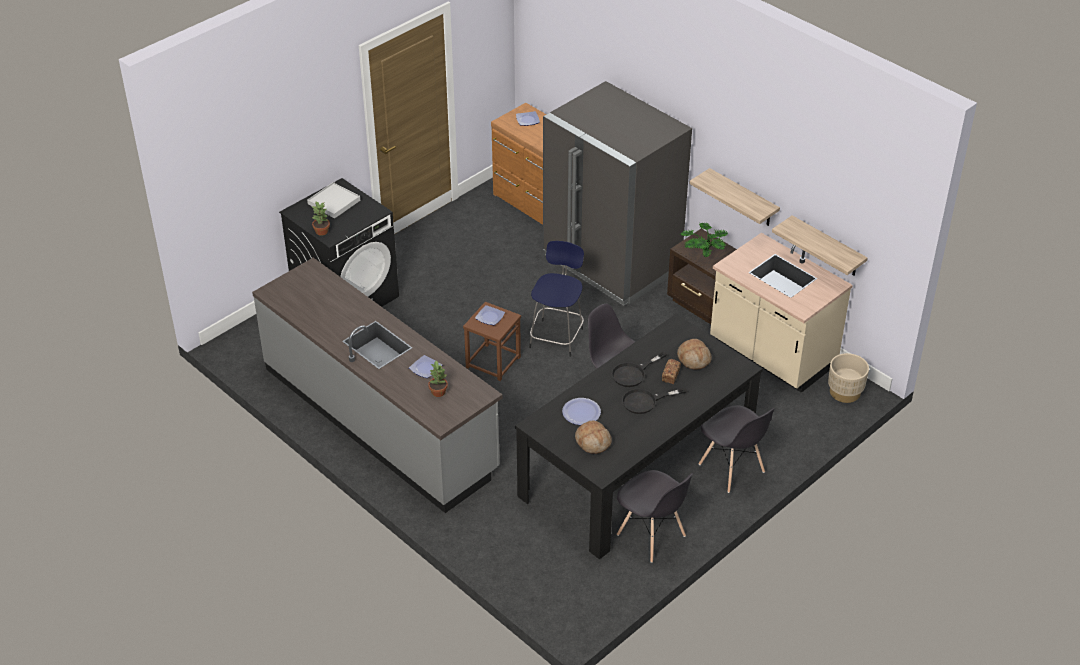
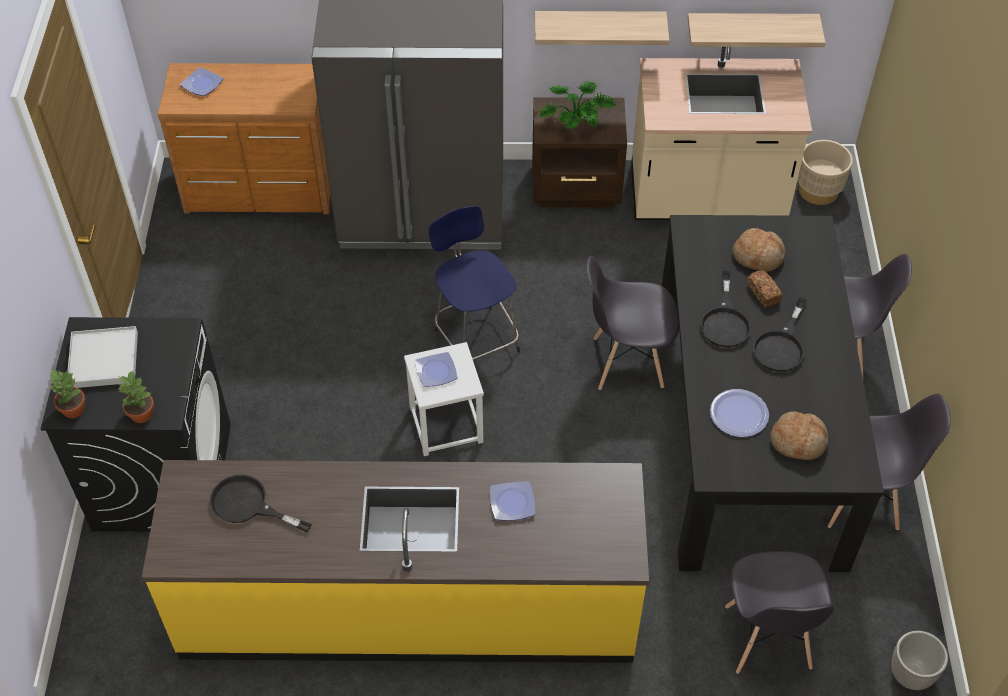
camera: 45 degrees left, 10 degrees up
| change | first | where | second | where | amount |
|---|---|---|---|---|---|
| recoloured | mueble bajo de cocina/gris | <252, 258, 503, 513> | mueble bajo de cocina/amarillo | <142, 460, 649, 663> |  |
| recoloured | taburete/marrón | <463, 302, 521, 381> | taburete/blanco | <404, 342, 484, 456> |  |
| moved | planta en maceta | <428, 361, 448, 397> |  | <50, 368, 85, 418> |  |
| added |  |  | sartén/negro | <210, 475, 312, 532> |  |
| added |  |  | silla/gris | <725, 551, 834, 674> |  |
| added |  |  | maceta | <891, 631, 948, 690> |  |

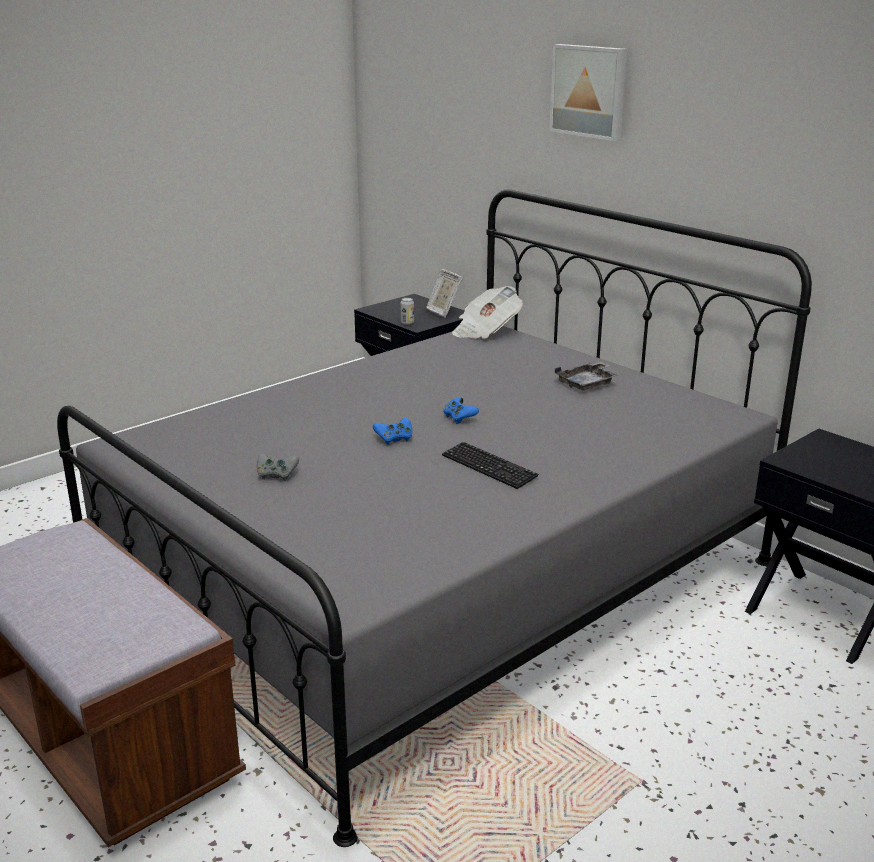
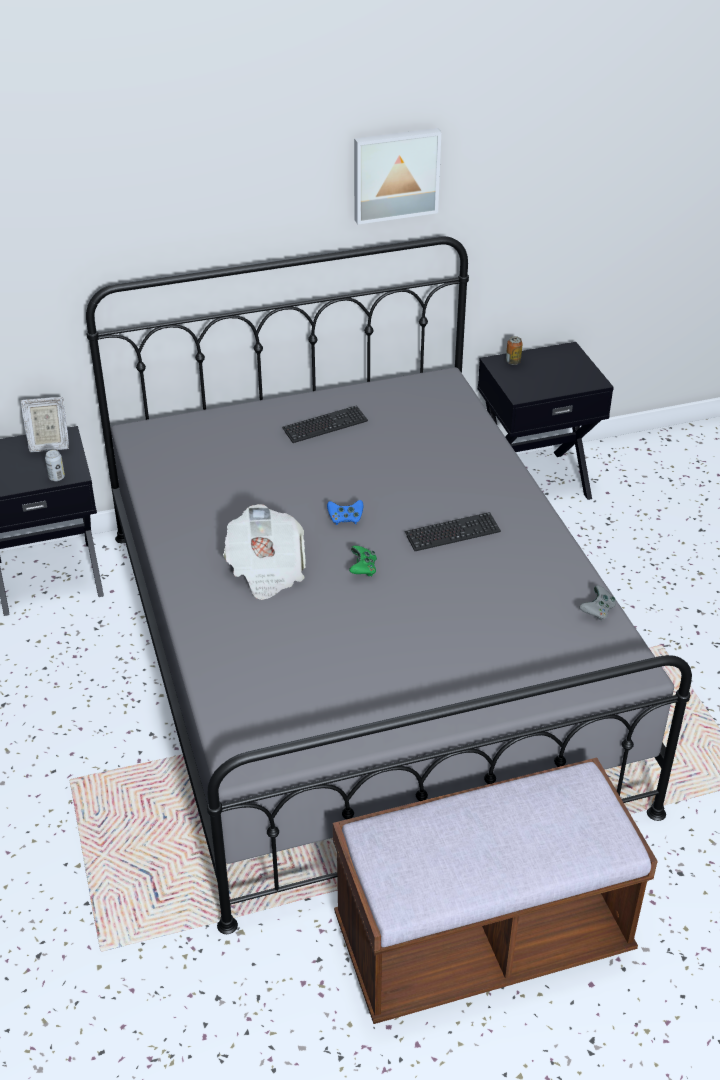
camera: 65 degrees left, 15 degrees up
| change | first | where | second | where | amount |
|---|---|---|---|---|---|
| moved | cuadro | <549, 44, 627, 141> |  | <354, 128, 441, 224> |  |
| moved | periódico | <452, 286, 523, 339> |  | <223, 504, 306, 600> |  |
| replaced | bandeja/gris | <555, 362, 619, 391> | teclado | <282, 405, 368, 443> |  |
| recoloured | mando de consola/azul | <373, 418, 412, 445> | mando de consola/verde | <349, 546, 377, 577> |  |
| moved | mando de consola/gris | <257, 454, 299, 481> |  | <579, 585, 616, 621> |  |
| added |  |  | lata | <506, 336, 523, 365> |  |

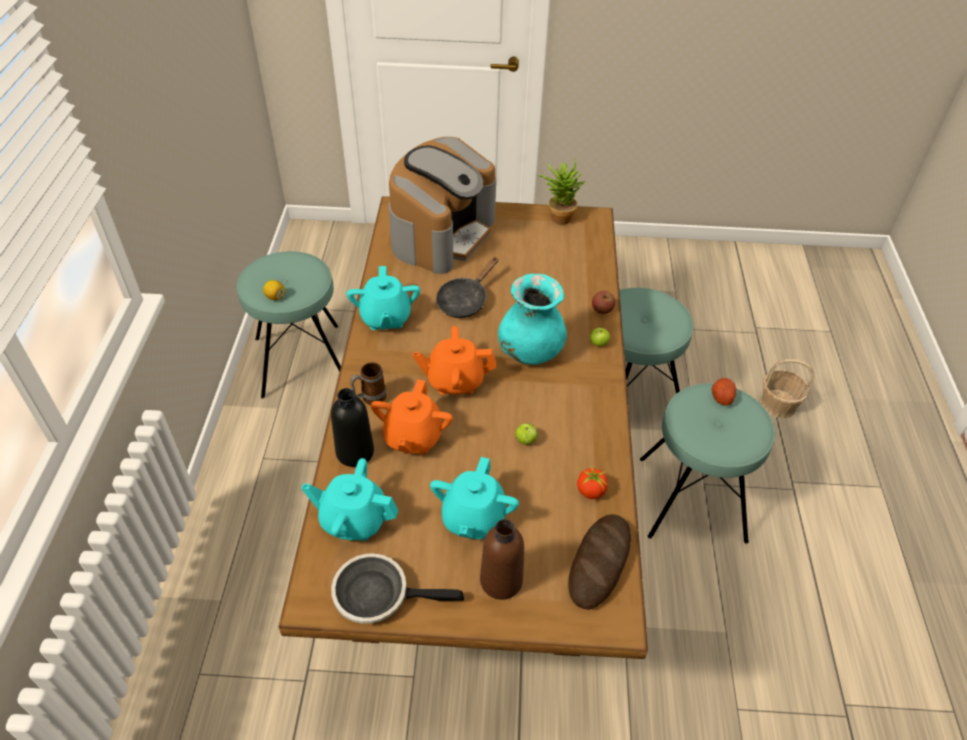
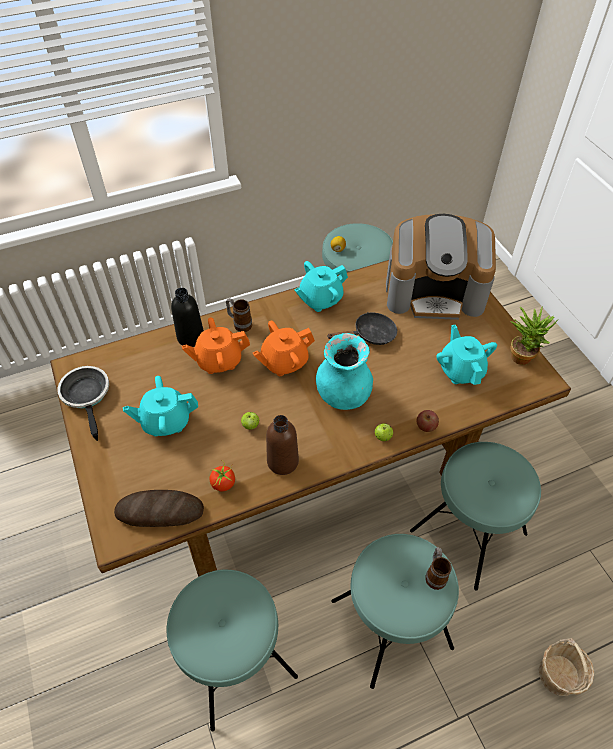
camera: 65 degrees right, 5 degrees up
| change | first | where | second | where | amount |
|---|---|---|---|---|---|
| turned | sartén/negro | <436, 257, 498, 318> |  | <328, 312, 397, 345> | 150 degrees clockwise |
| turned | tetera/naranja | <413, 326, 496, 395> |  | <253, 320, 315, 376> | 90 degrees counterclockwise |
| replaced | patata | <711, 378, 737, 406> | taza grande | <425, 547, 451, 590> |  |
| moved | tetera/turquesa | <301, 458, 399, 541> |  | <436, 325, 497, 385> |  |
| moved | botella/marrón | <480, 519, 524, 600> |  | <266, 415, 299, 475> |  |
| added |  |  | taburete/turquesa | <167, 569, 298, 731> |  |

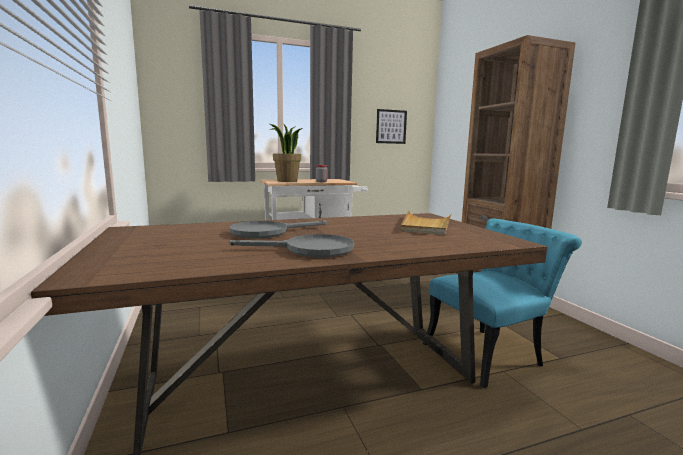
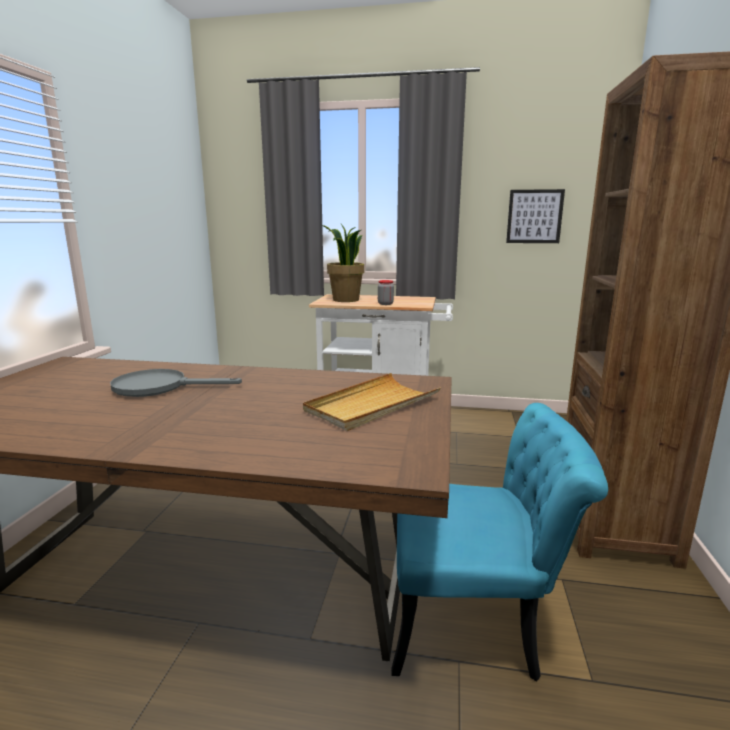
camera: 30 degrees right, 5 degrees up
| change | first | where | second | where | amount |
|---|---|---|---|---|---|
| removed | sartén/gris | <229, 234, 354, 258> |  |  |  |

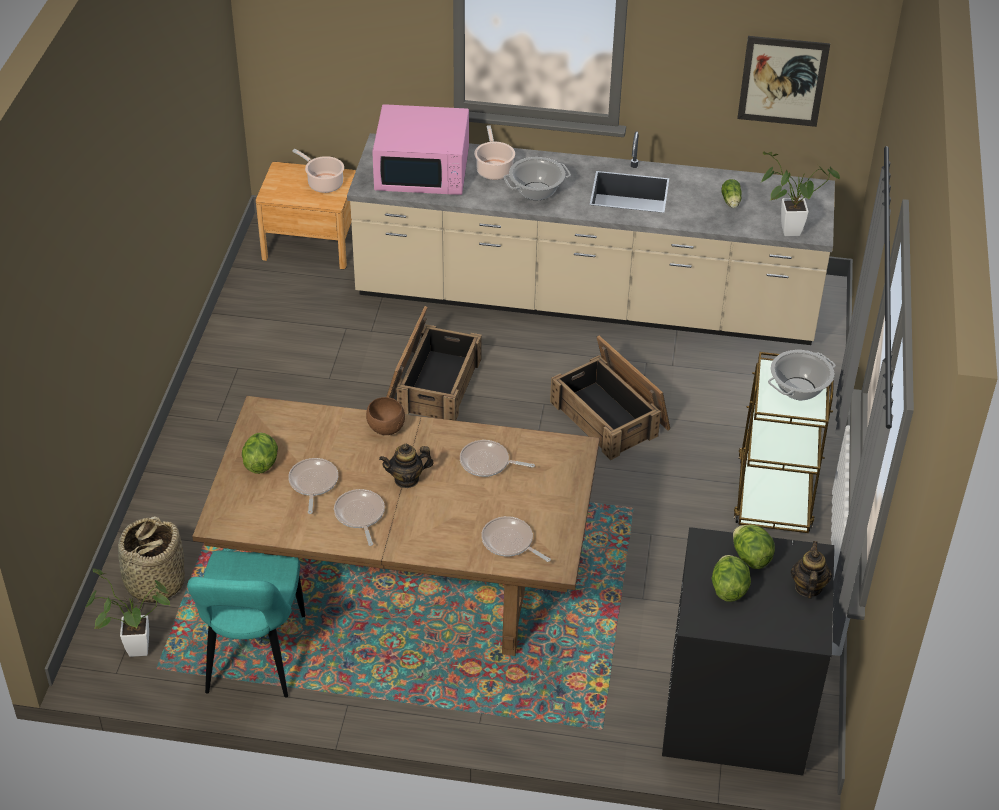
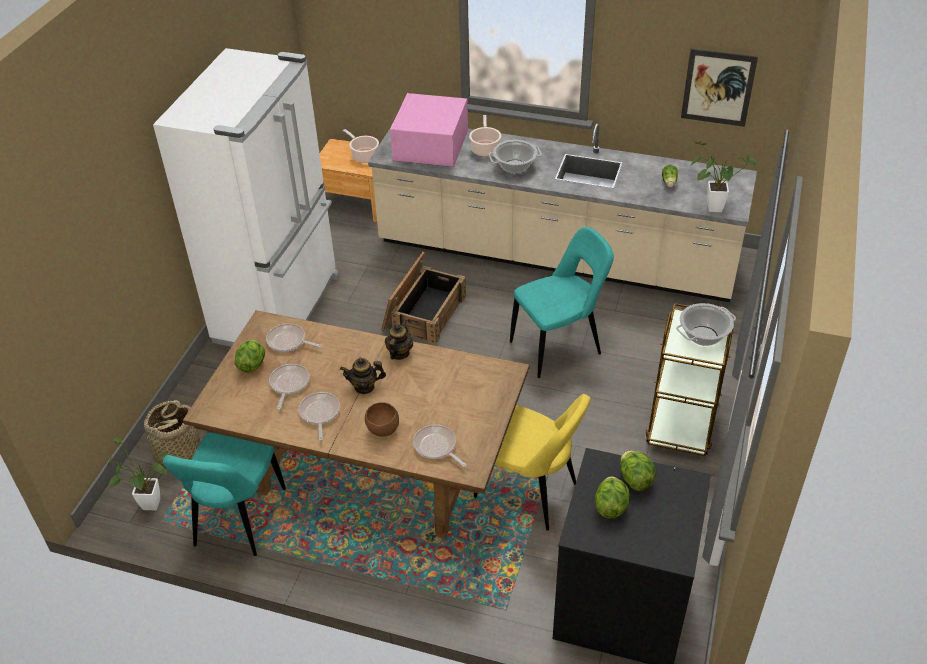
camera: 10 degrees right, 0 degrees up
| change | first | where | second | where | amount |
|---|---|---|---|---|---|
| turned | microondas/rosa | <372, 104, 469, 195> |  | <390, 93, 468, 167> | 90 degrees clockwise |
| replaced | caja de embalaje | <550, 335, 670, 460> | silla/turquesa | <510, 227, 614, 378> |  |
| moved | cuenco/marrón | <366, 397, 405, 435> |  | <365, 402, 399, 437> |  |
| moved | sartén | <460, 440, 535, 477> |  | <266, 323, 322, 352> |  |
| moved | tetera | <791, 541, 832, 599> |  | <385, 319, 413, 360> |  |
| added |  |  | nevera/blanco | <153, 48, 339, 347> |  |
| added |  |  | silla/amarillo | <474, 394, 591, 531> |  |

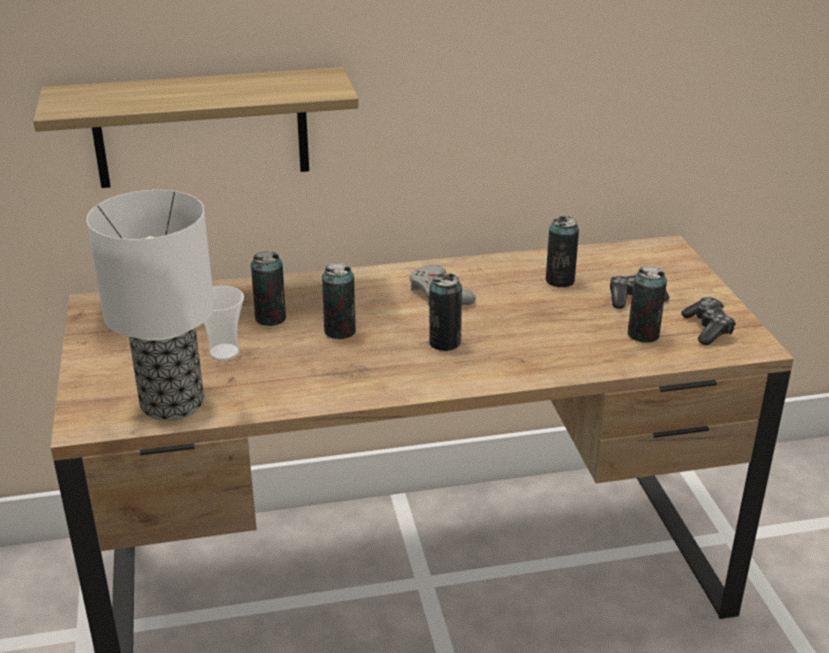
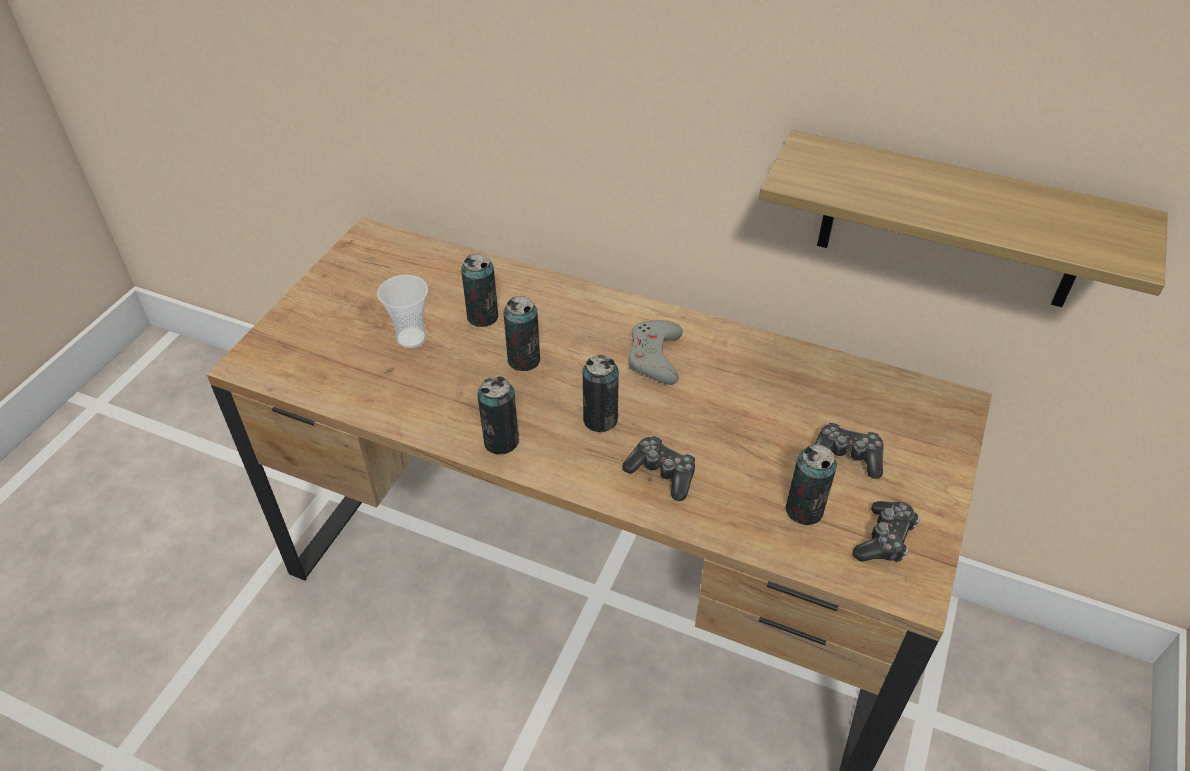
camera: 35 degrees right, 15 degrees up
| change | first | where | second | where | amount |
|---|---|---|---|---|---|
| moved | estante | <33, 67, 359, 188> |  | <759, 130, 1168, 307> |  |
| removed | lámpara de mesa | <87, 190, 215, 421> |  |  |  |
| moved | lata | <546, 216, 579, 287> |  | <477, 376, 519, 455> |  |
| added |  |  | mando de consola | <622, 436, 695, 501> |  |

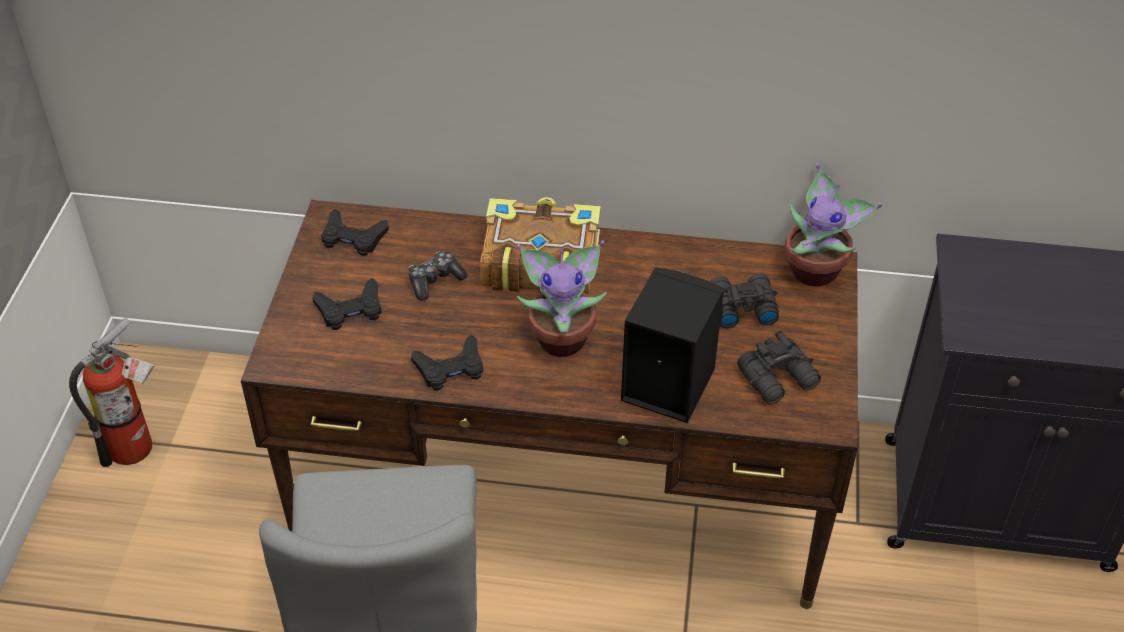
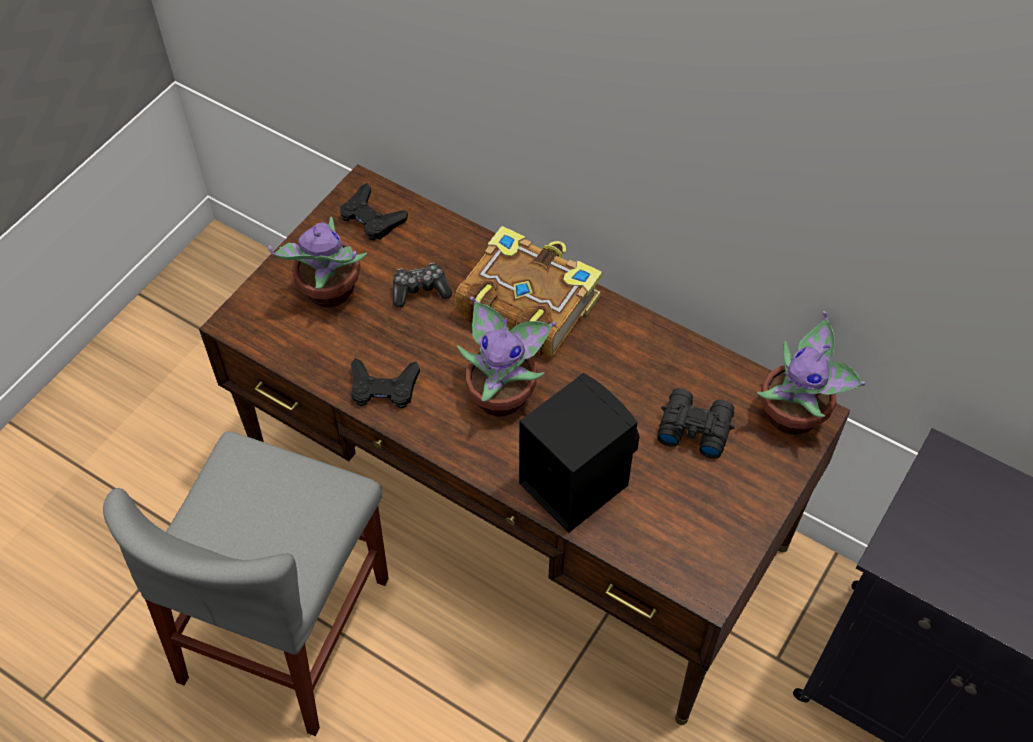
camera: 25 degrees right, 10 degrees up
| change | first | where | second | where | amount |
|---|---|---|---|---|---|
| replaced | mando de consola/negro | <312, 278, 382, 330> | planta en maceta | <268, 217, 367, 308> |  |
| removed | extintor | <69, 318, 154, 467> |  |  |  |
| removed | prismáticos/negro | <737, 330, 821, 404> |  |  |  |

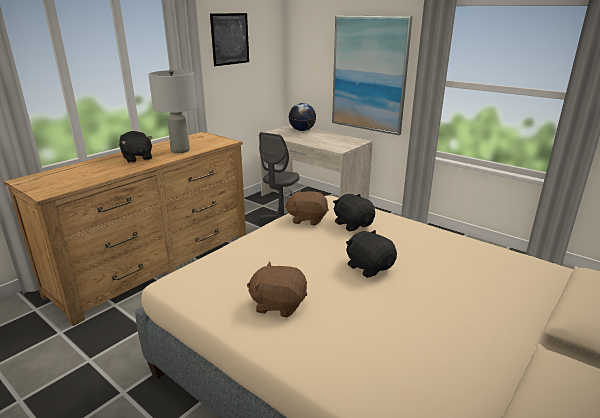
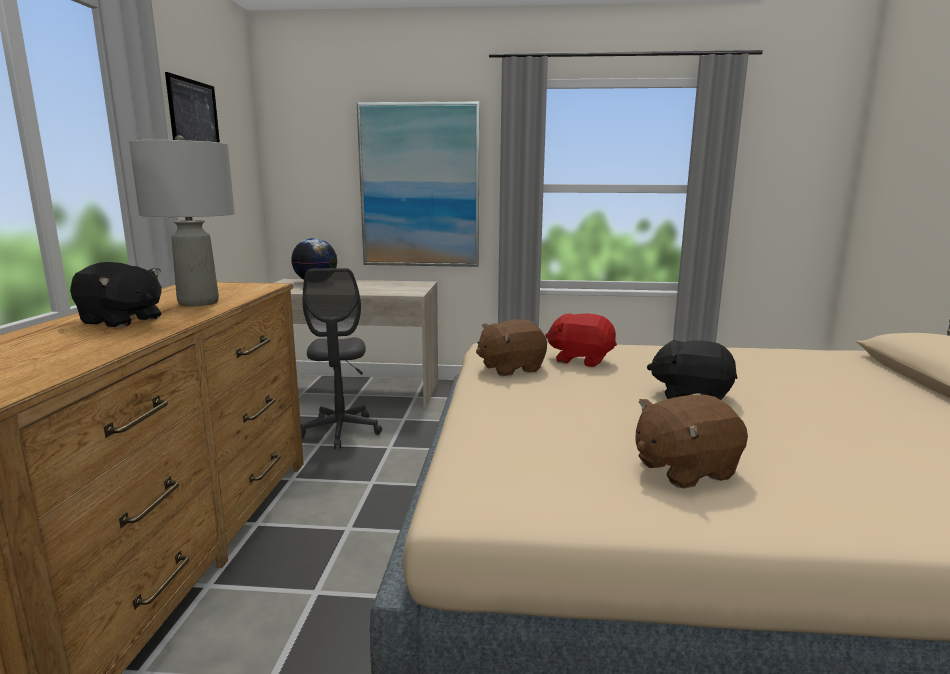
camera: 35 degrees left, 10 degrees down
| change | first | where | second | where | amount |
|---|---|---|---|---|---|
| recoloured | peluche/negro | <333, 194, 375, 231> | peluche/rojo | <545, 314, 617, 367> |  |

